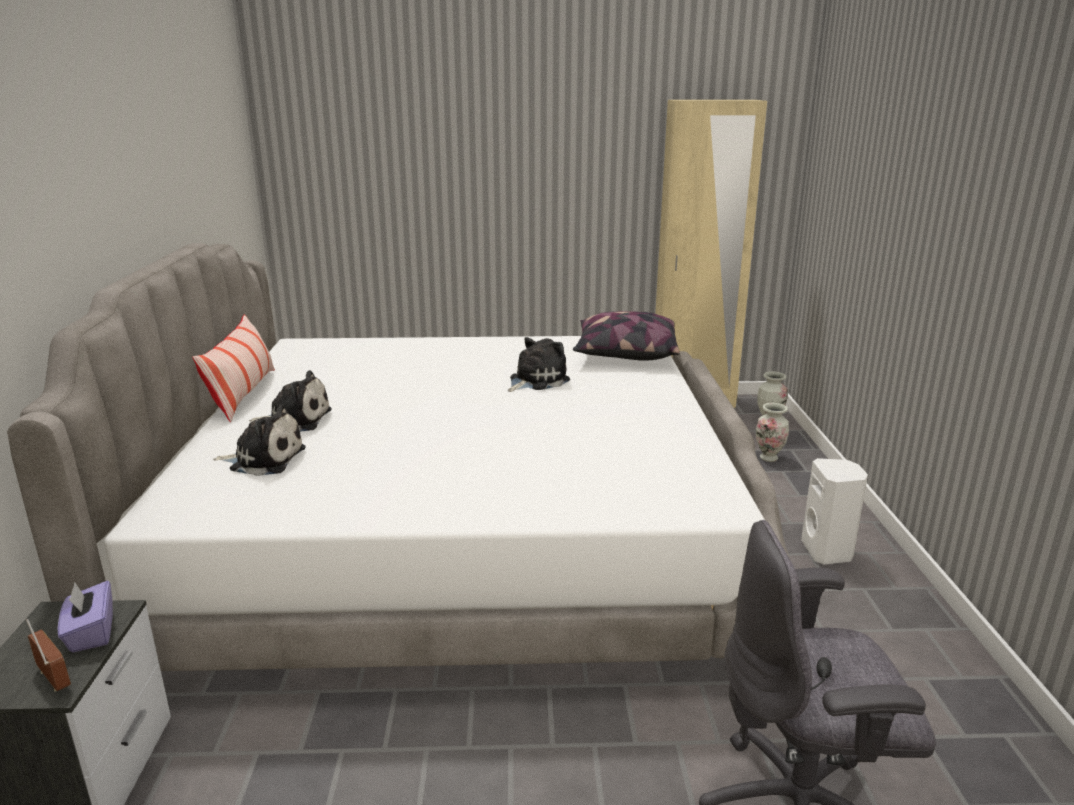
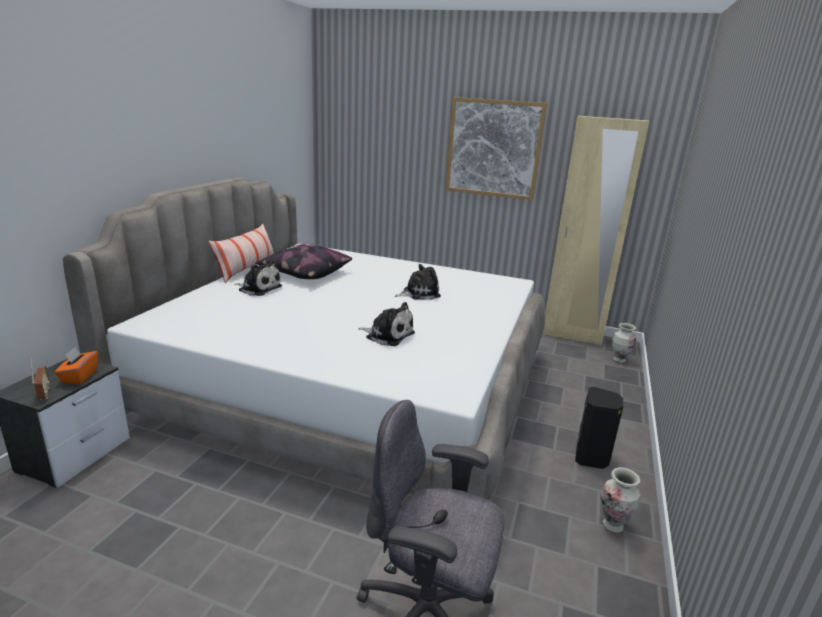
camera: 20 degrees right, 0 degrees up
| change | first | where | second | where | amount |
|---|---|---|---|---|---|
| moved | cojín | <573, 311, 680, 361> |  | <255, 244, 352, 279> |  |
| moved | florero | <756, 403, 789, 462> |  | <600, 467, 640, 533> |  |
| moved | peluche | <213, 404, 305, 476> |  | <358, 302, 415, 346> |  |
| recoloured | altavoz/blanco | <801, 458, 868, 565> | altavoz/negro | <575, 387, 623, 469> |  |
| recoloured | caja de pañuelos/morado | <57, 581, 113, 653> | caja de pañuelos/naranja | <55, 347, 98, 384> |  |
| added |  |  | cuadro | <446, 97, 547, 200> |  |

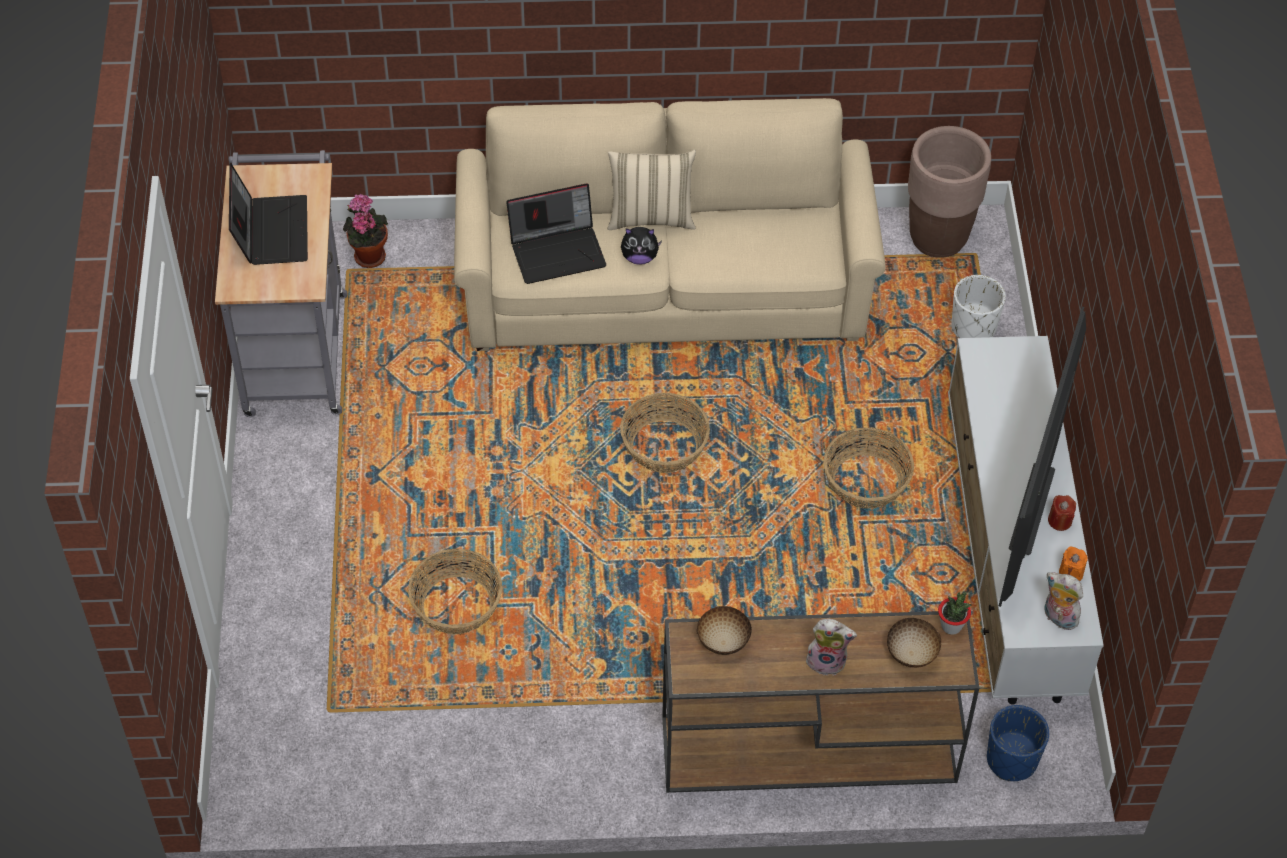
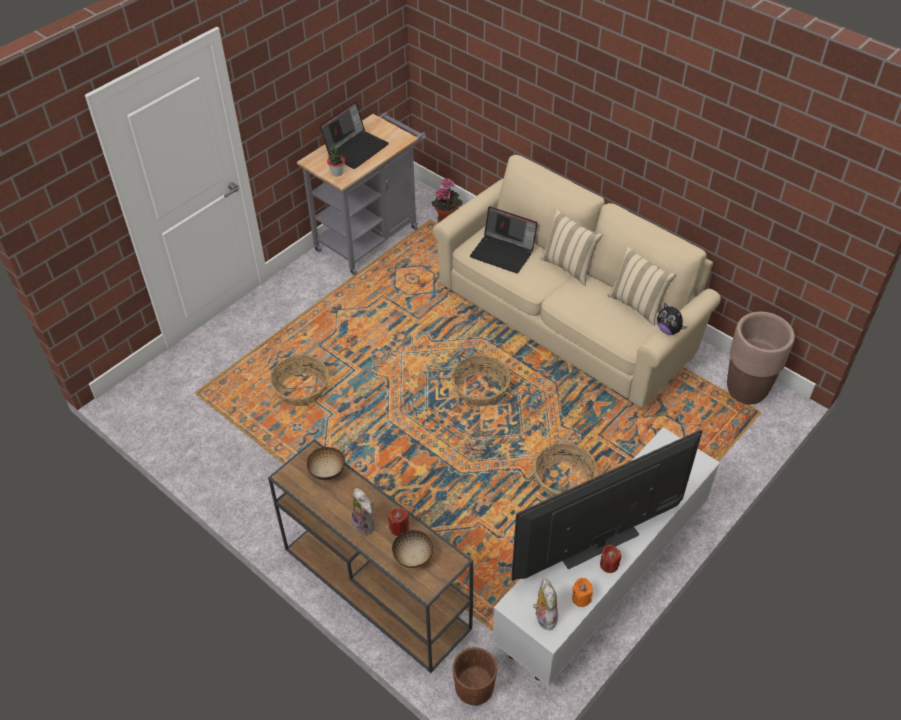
camera: 45 degrees right, 5 degrees down
| change | first | where | second | where | amount |
|---|---|---|---|---|---|
| moved | peluche | <621, 227, 662, 265> |  | <657, 303, 687, 335> |  |
| removed | maceta/blanco | <951, 275, 1006, 338> |  |  |  |
| moved | planta en maceta | <938, 592, 972, 635> |  | <327, 145, 345, 176> |  |
| recoloured | maceta/azul | <987, 705, 1049, 781> | maceta/marrón | <453, 647, 497, 706> |  |
| added |  |  | cojín/beis | <608, 247, 676, 326> |  |
| added |  |  | vela/rojo | <388, 508, 409, 536> |  |

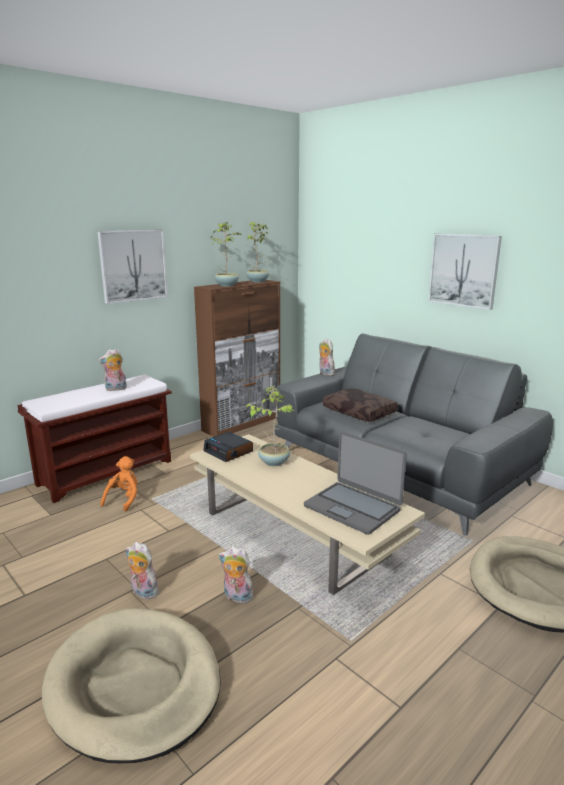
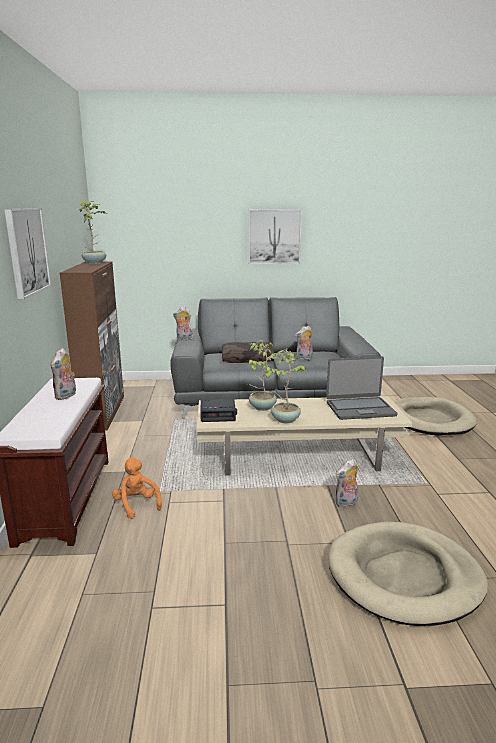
camera: 50 degrees left, 0 degrees up
| change | first | where | second | where | amount |
|---|---|---|---|---|---|
| moved | planta en maceta | <211, 223, 242, 287> |  | <261, 349, 306, 423> |  |
| moved | peluche | <126, 542, 159, 599> |  | <295, 326, 313, 360> |  |

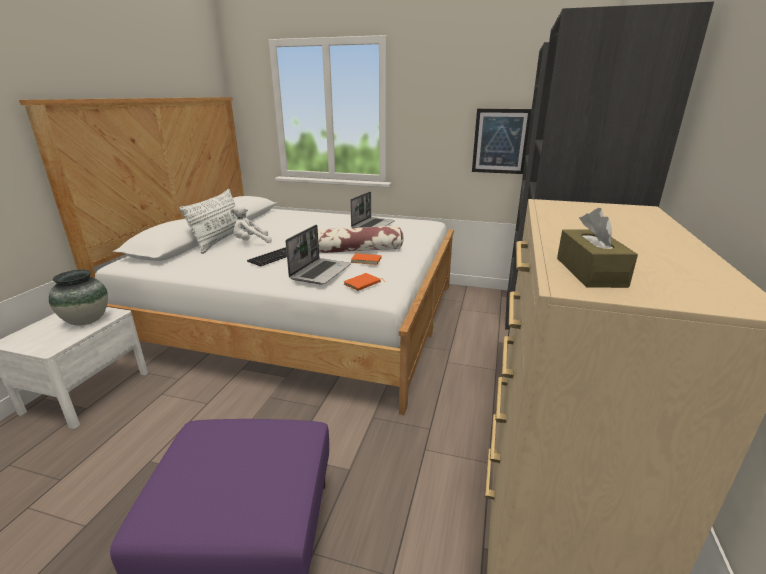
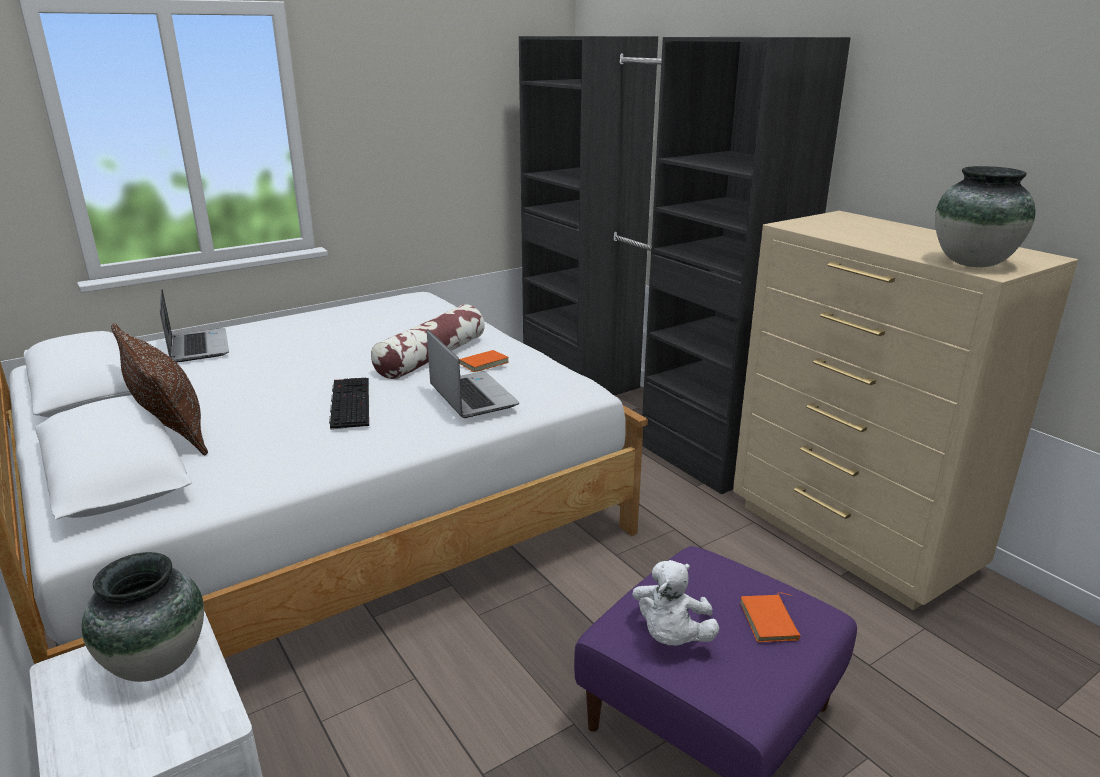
camera: 50 degrees left, 0 degrees up
| change | first | where | second | where | amount |
|---|---|---|---|---|---|
| removed | cuadro | <472, 109, 532, 174> |  |  |  |
| recoloured | cojín/blanco | <179, 189, 237, 254> | cojín/marrón | <111, 323, 208, 456> |  |
| moved | portátil | <350, 192, 395, 228> |  | <160, 289, 229, 363> |  |
| moved | peluche/blanco | <230, 204, 272, 243> |  | <633, 560, 719, 646> |  |
| replaced | caja de pañuelos/marrón | <557, 208, 638, 288> | florero | <935, 166, 1035, 267> |  |
| moved | libro/naranja | <344, 273, 382, 291> |  | <740, 592, 800, 642> |  |

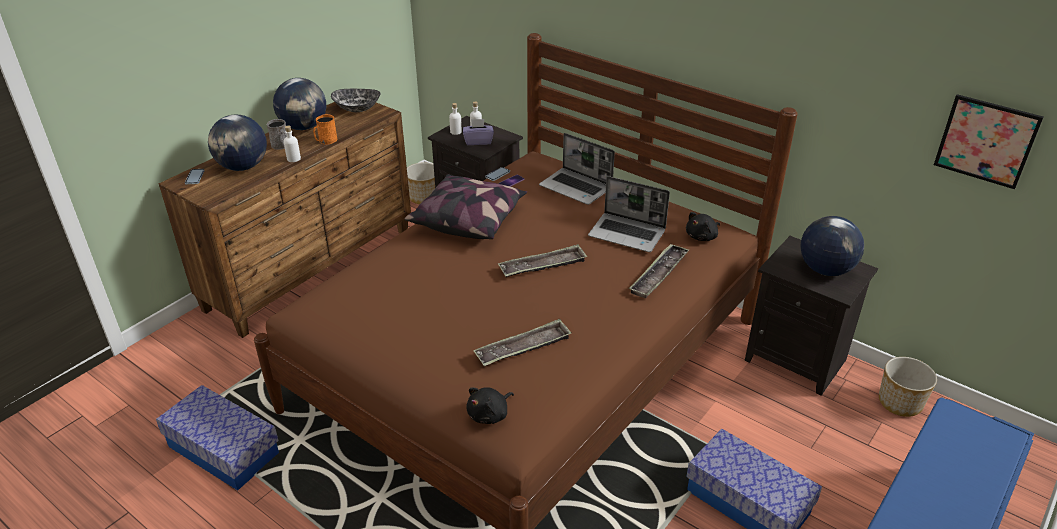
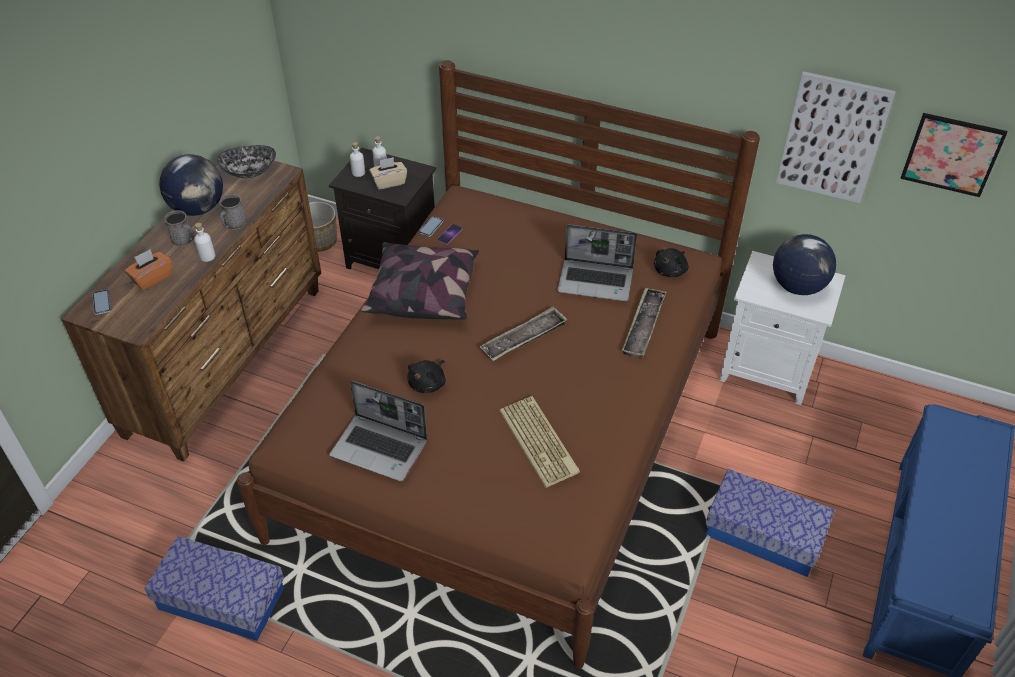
camera: 15 degrees left, 10 degrees up
| change | first | where | second | where | amount |
|---|---|---|---|---|---|
| recoloured | taza grande/naranja | <313, 114, 337, 145> | taza grande/gris | <220, 194, 246, 230> |  |
| replaced | globo terráqueo | <208, 115, 267, 171> | caja de pañuelos/naranja | <124, 249, 172, 291> |  |
| recoloured | caja de pañuelos/morado | <463, 119, 494, 145> | caja de pañuelos/beis | <369, 157, 407, 189> |  |
| moved | portátil | <539, 133, 615, 205> |  | <329, 381, 428, 482> |  |
| recoloured | mesita de noche/negro | <745, 236, 878, 396> | mesita de noche/blanco | <719, 251, 846, 405> |  |
| replaced | bandeja | <473, 319, 572, 366> | teclado | <500, 396, 580, 488> |  |
| removed | maceta | <879, 357, 937, 417> |  |  |  |
| moved | peluche/negro | <466, 387, 514, 424> |  | <407, 360, 446, 393> |  |
| added |  |  | cuadro | <776, 71, 896, 203> |  |

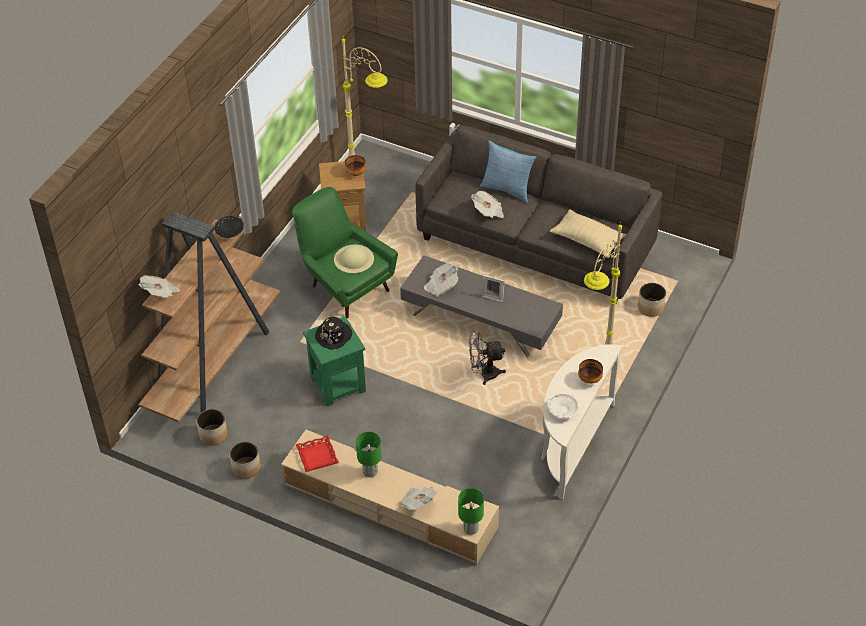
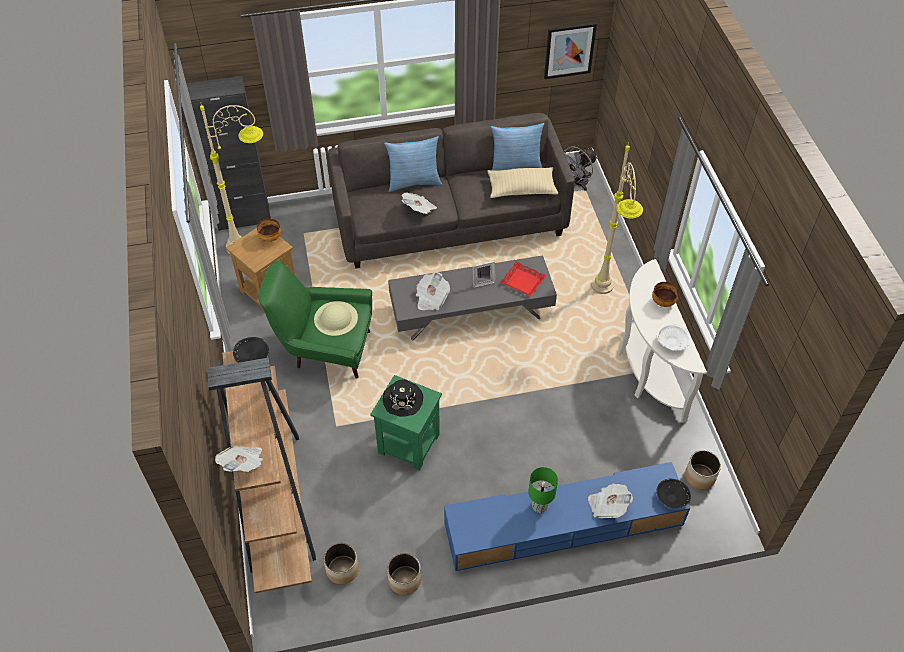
camera: 40 degrees left, 5 degrees up
| change | first | where | second | where | amount |
|---|---|---|---|---|---|
| moved | maceta | <638, 283, 666, 317> |  | <685, 450, 721, 490> |  |
| moved | ventilador/gris | <469, 332, 506, 385> |  | <563, 146, 598, 191> |  |
| recoloured | mueble de televisión/beis | <281, 430, 499, 564> | mueble de televisión/azul | <444, 462, 690, 571> |  |
| moved | bandeja/rojo | <296, 435, 339, 472> |  | <500, 261, 547, 296> |  |
| replaced | lámpara de mesa/verde | <458, 488, 484, 535> | cuenco/negro | <656, 479, 691, 509> |  |
| added |  |  | cuadro | <544, 22, 597, 79> |  |
| added |  |  | armario/negro | <186, 76, 271, 231> |  |
| added |  |  | cojín | <491, 123, 544, 171> |  |

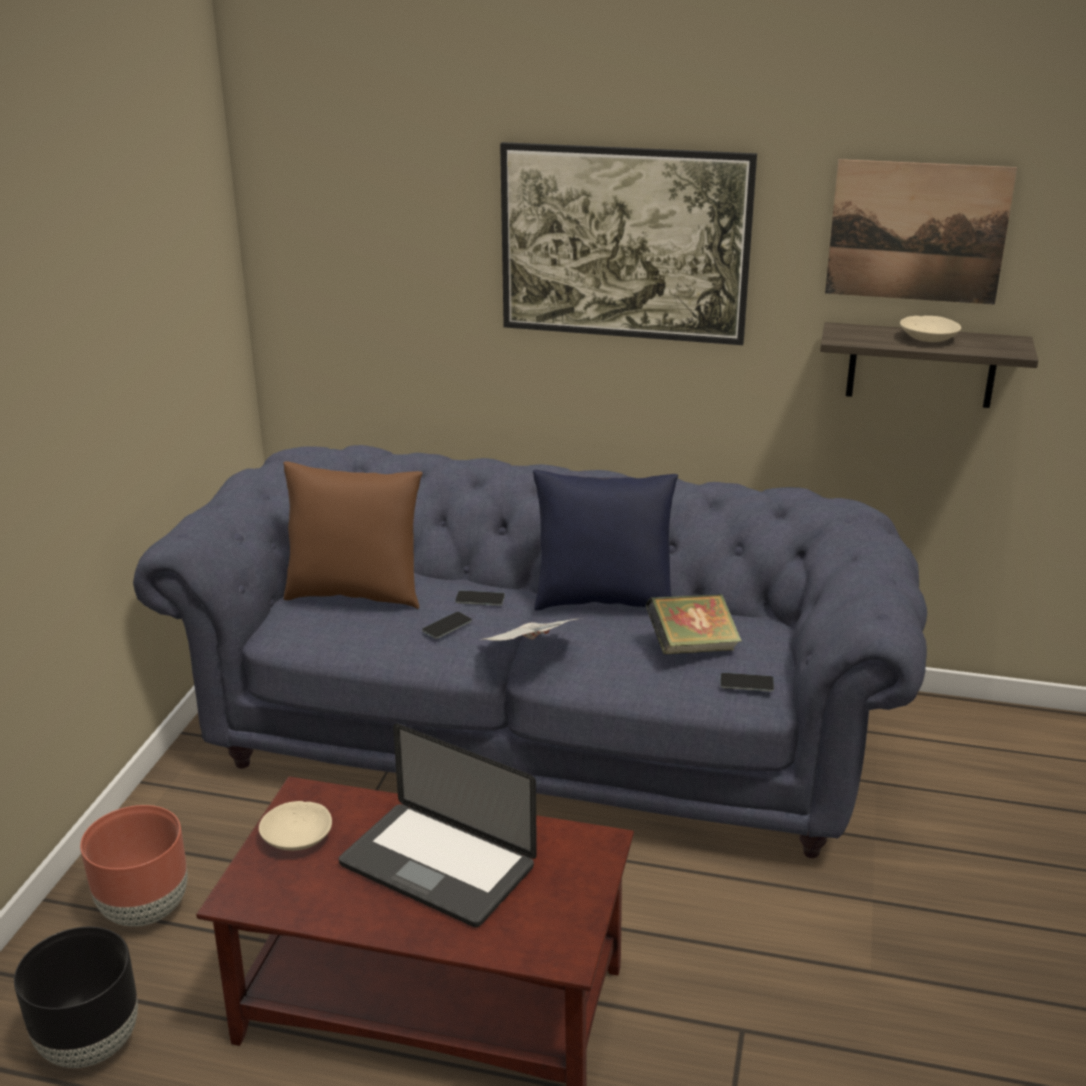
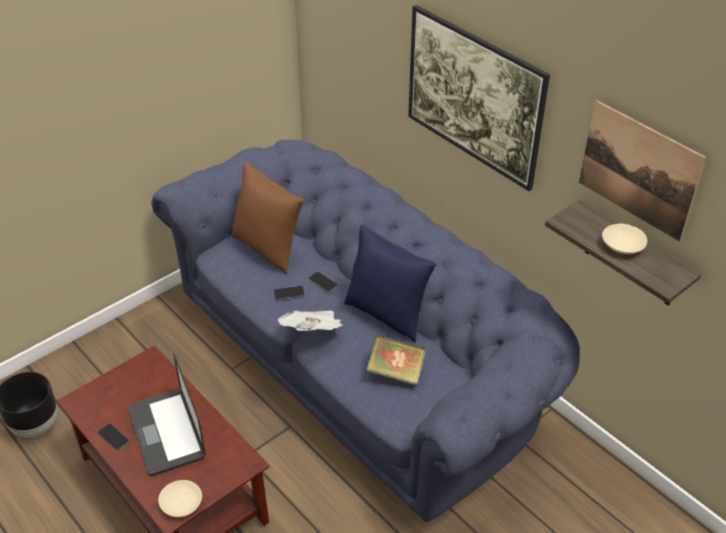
camera: 35 degrees right, 15 degrees up
| change | first | where | second | where | amount |
|---|---|---|---|---|---|
| moved | móvil | <720, 673, 774, 692> |  | <98, 423, 129, 450> |  |
| moved | cuenco/beis | <259, 801, 332, 851> |  | <158, 480, 202, 517> |  |
| removed | maceta/marrón | <80, 805, 188, 927> |  |  |  |

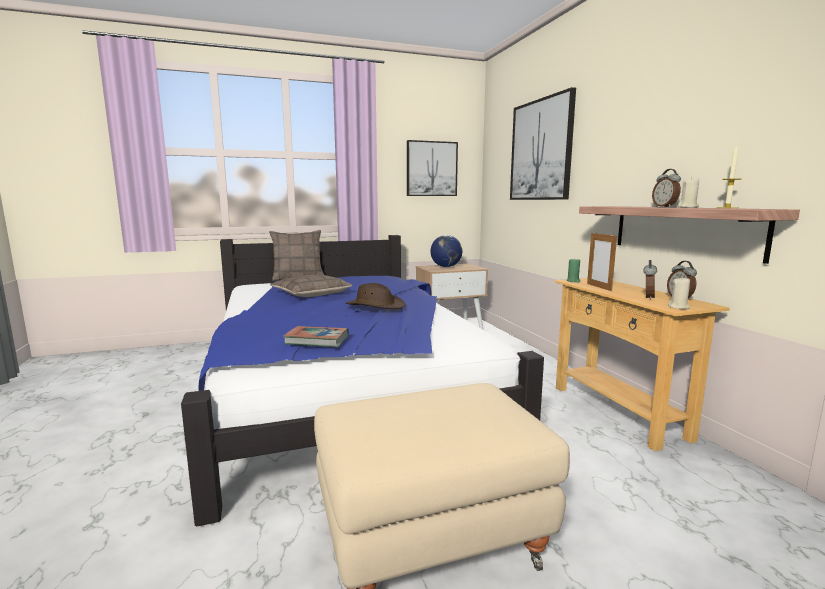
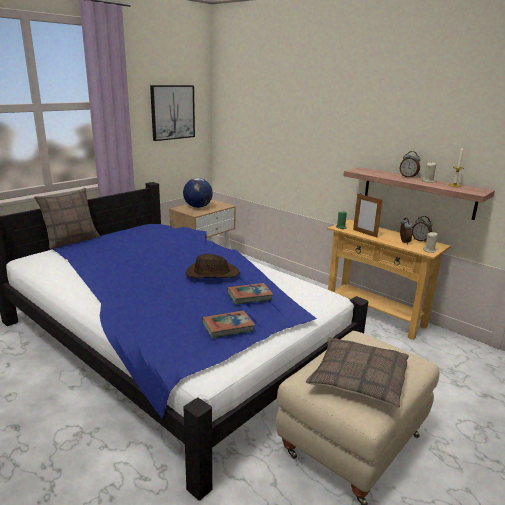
camera: 30 degrees left, 10 degrees up
| change | first | where | second | where | amount |
|---|---|---|---|---|---|
| removed | cuadro | <510, 87, 576, 200> |  |  |  |
| moved | cojín | <270, 275, 352, 297> |  | <306, 337, 409, 408> |  |
| added |  |  | libro | <227, 283, 273, 304> |  |

